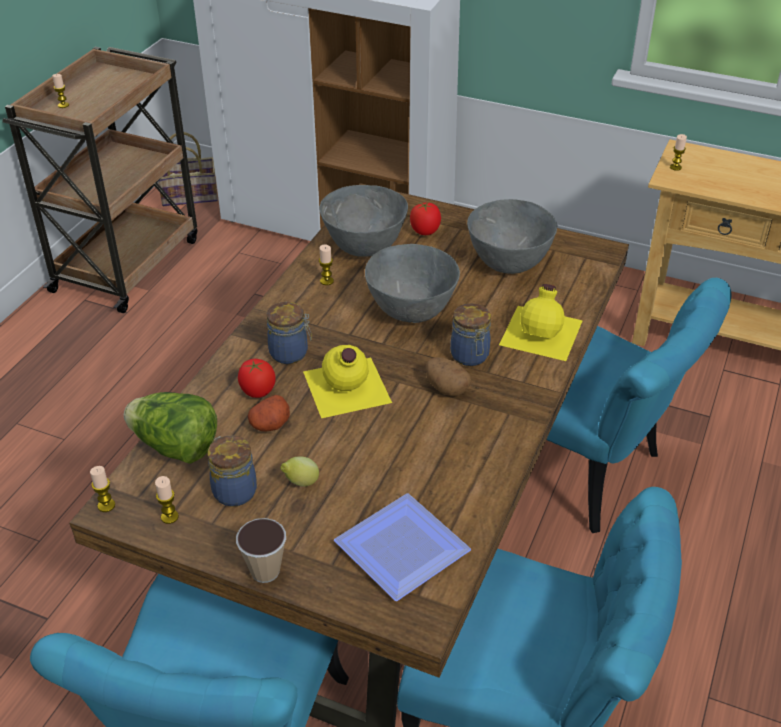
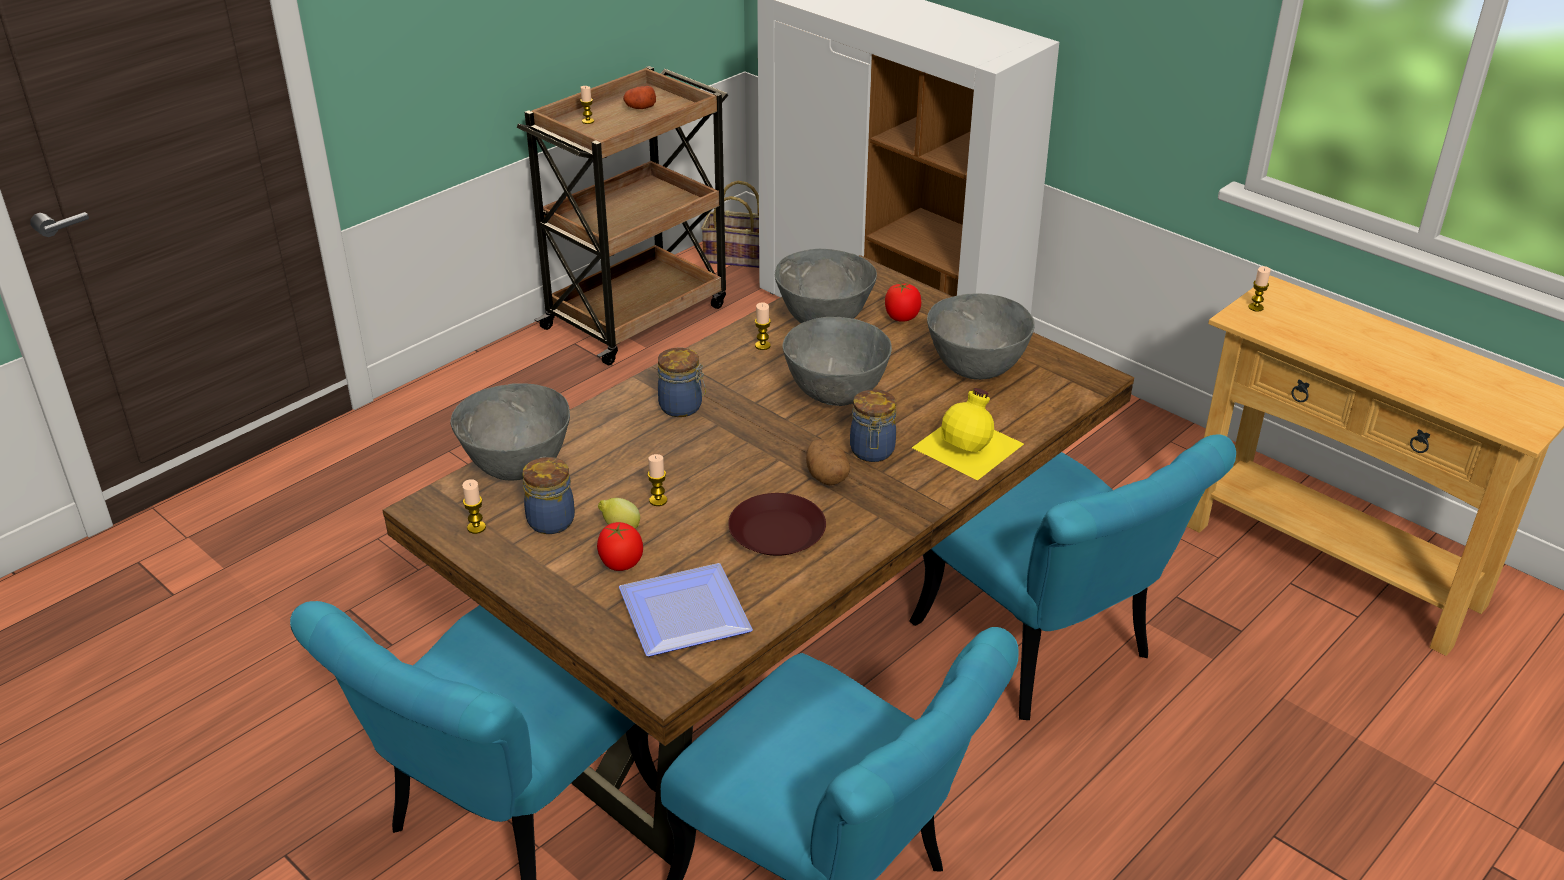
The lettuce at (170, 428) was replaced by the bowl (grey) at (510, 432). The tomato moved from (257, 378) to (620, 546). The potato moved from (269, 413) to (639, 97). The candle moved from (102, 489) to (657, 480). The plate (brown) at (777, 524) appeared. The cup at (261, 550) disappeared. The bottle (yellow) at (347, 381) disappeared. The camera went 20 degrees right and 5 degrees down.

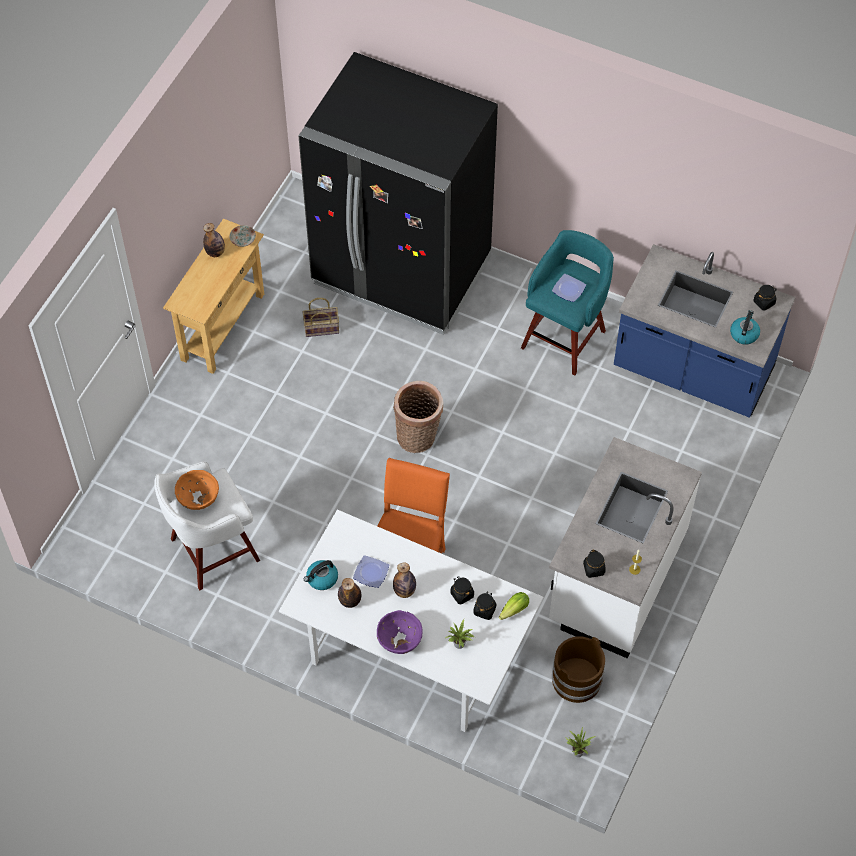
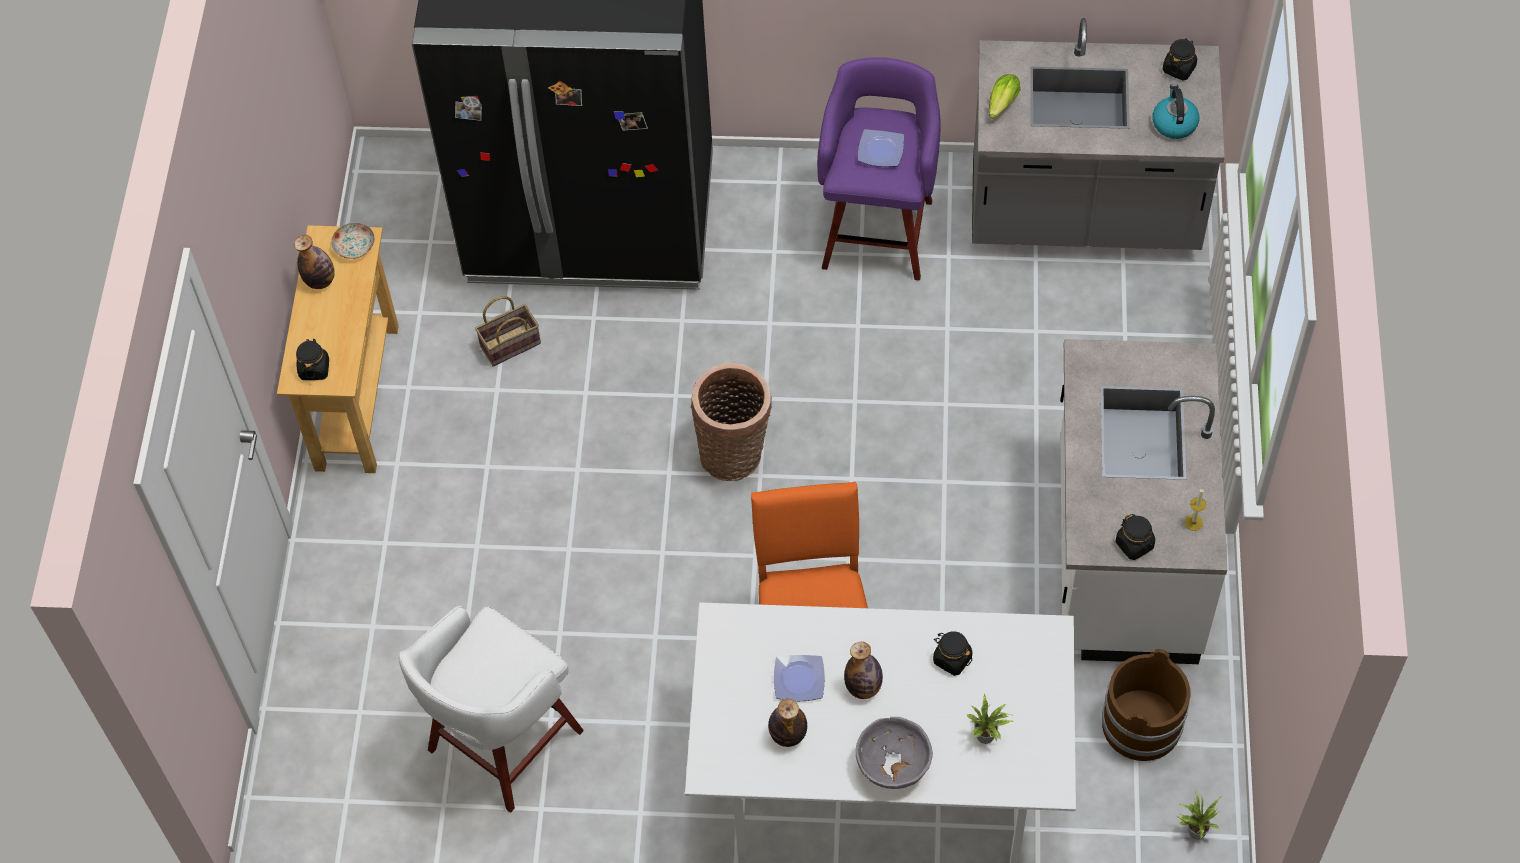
The jar (black) moved from (484, 605) to (312, 359). The stool (turquoise) at (567, 302) became the stool (purple) at (879, 168). The bowl (purple) at (400, 632) became the bowl (grey) at (894, 753). The counter (blue) at (705, 331) became the counter (grey) at (1098, 134). The lettuce moved from (514, 606) to (1004, 96). The bowl (orange) at (197, 490) disappeared. The kettle at (321, 575) disappeared. The camera went 20 degrees left and 0 degrees up.

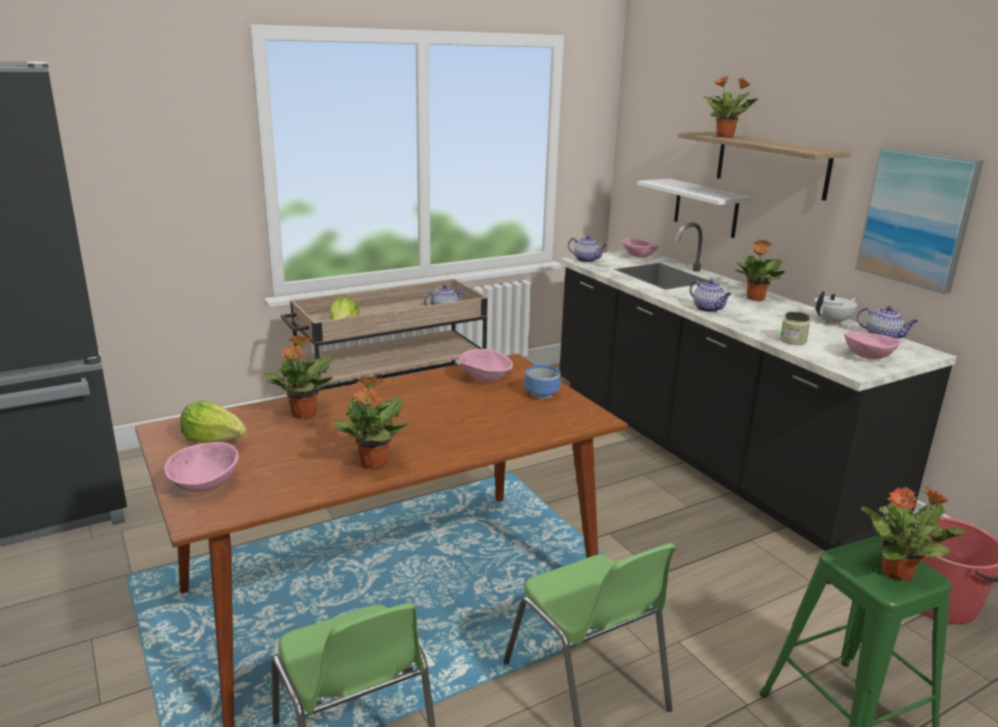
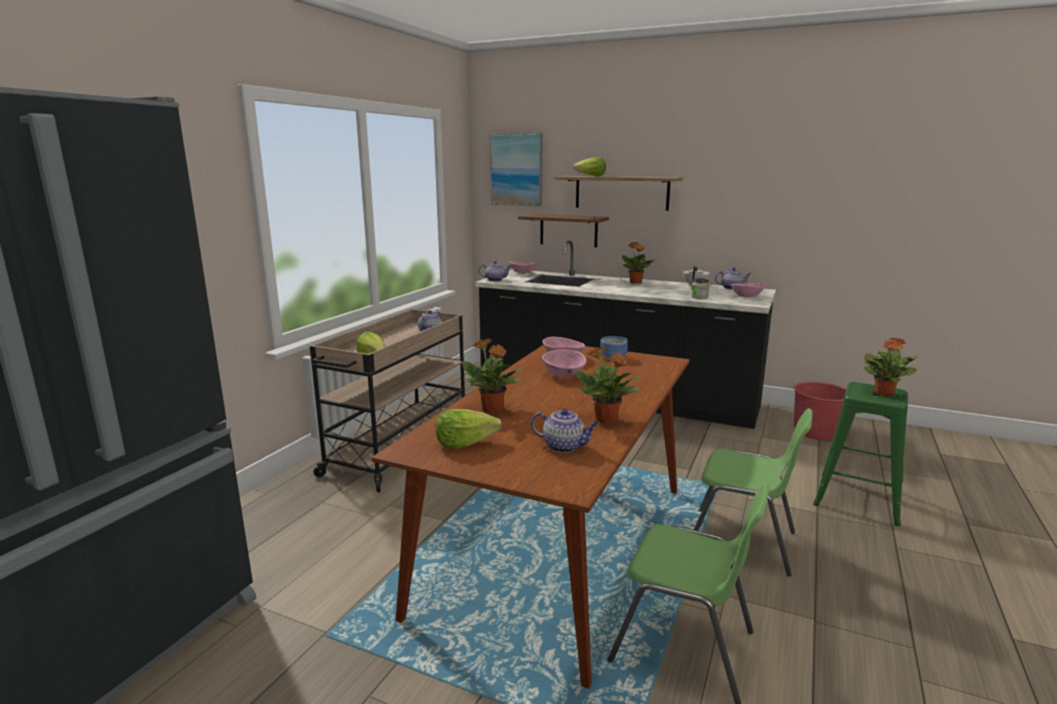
The picture moved from (919, 220) to (516, 169). The shelf (white) at (695, 208) became the shelf (brown) at (563, 231). The teapot moved from (710, 296) to (564, 430). The bowl (pink) moved from (201, 467) to (564, 363). The potted plant at (730, 107) was replaced by the lettuce at (589, 166). The camera went 35 degrees left and 5 degrees down.

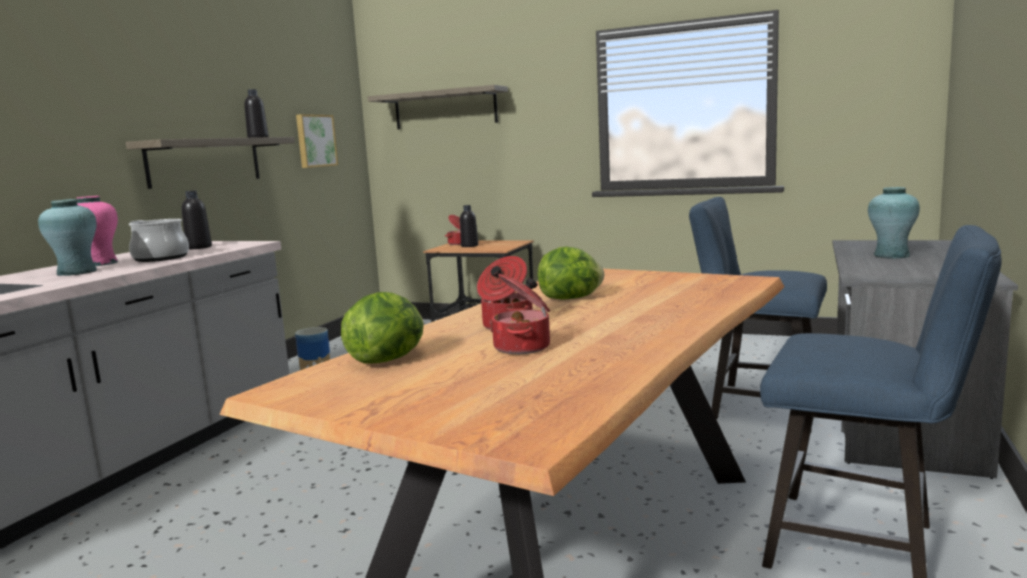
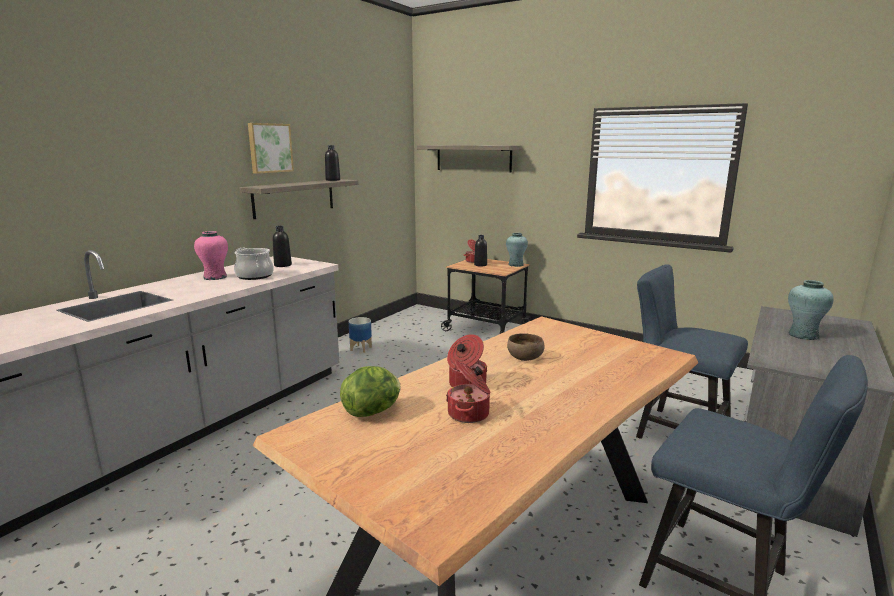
The picture moved from (317, 141) to (271, 148). The vase (turquoise) moved from (67, 237) to (517, 250). The lettuce at (571, 273) was replaced by the bowl (brown) at (526, 347). The camera went 10 degrees right and 5 degrees up.

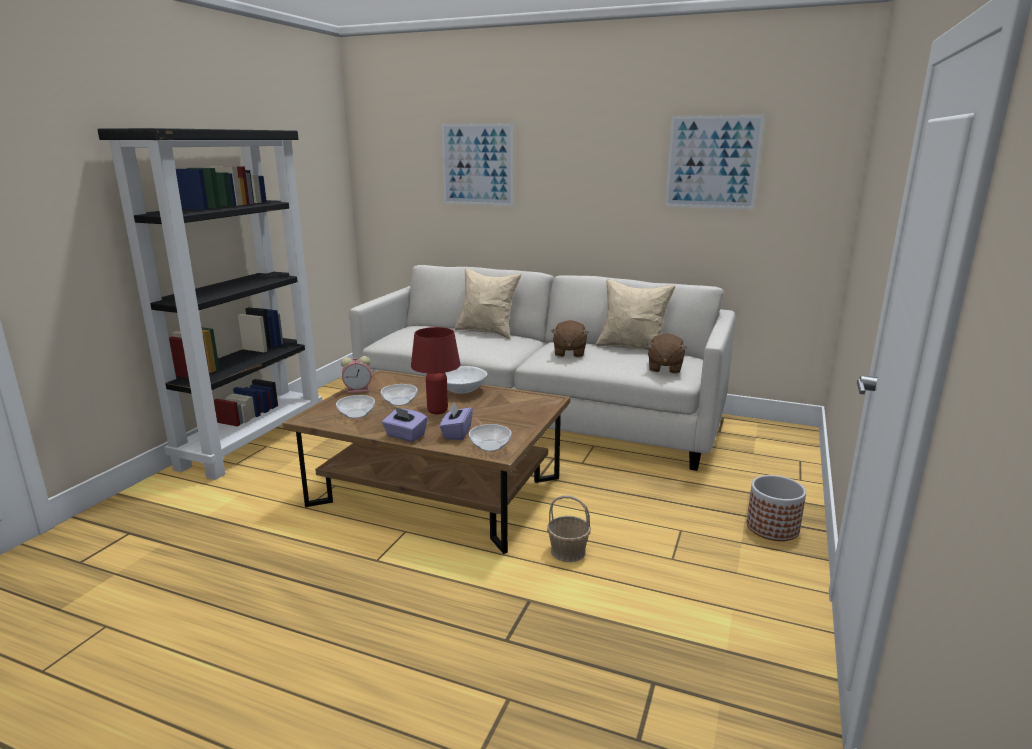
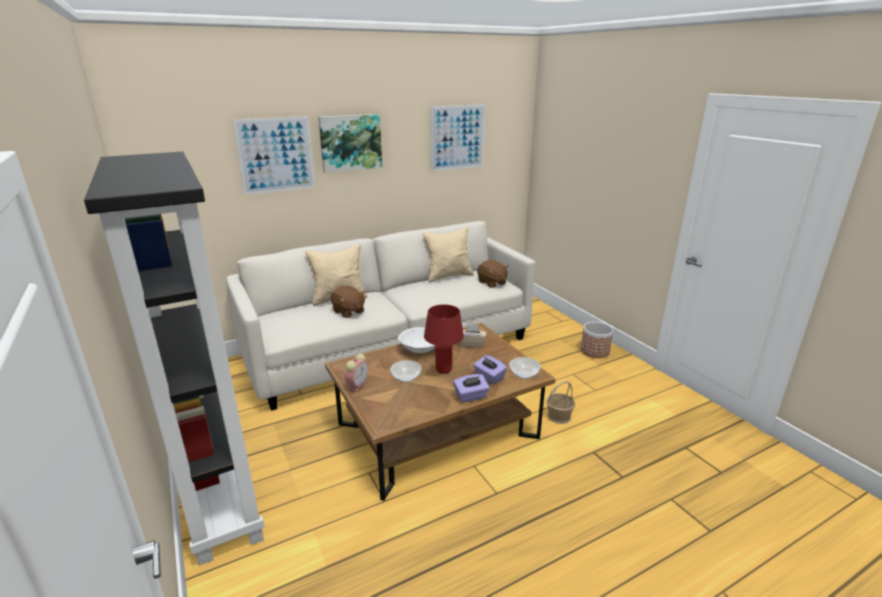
The picture at (350, 143) appeared. The plush toy (brown) moved from (569, 338) to (347, 302). The tissue box (beige) at (473, 336) appeared. The bowl at (355, 407) disappeared. The camera went 50 degrees left and 5 degrees up.

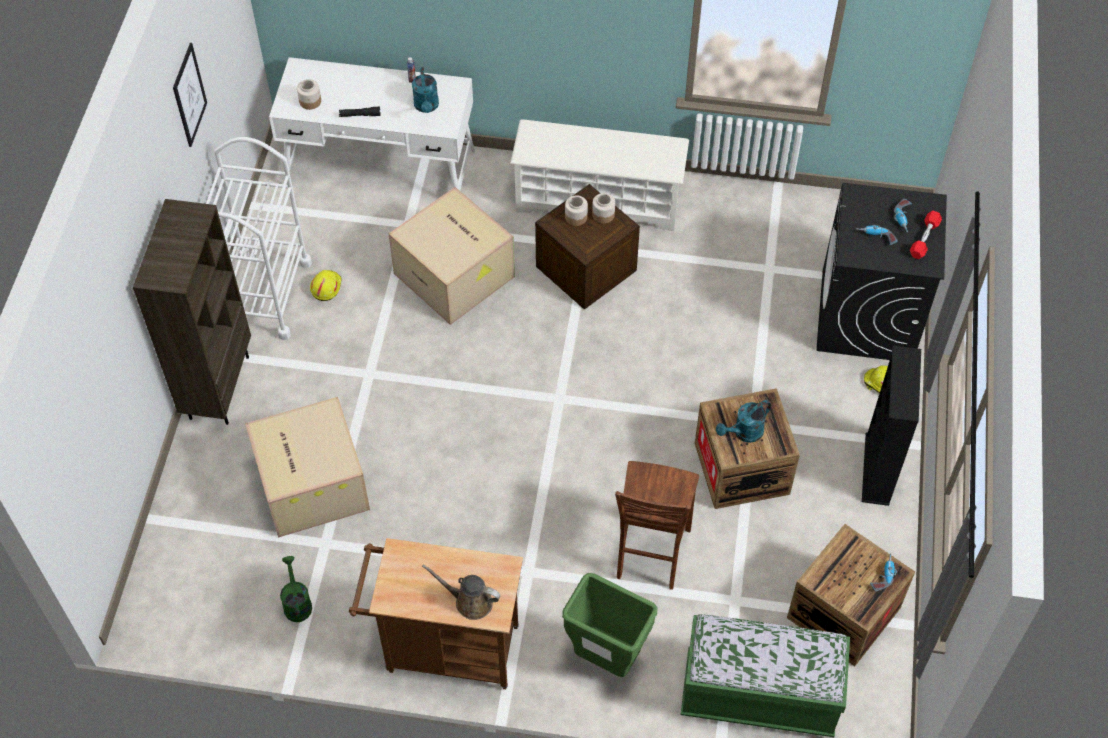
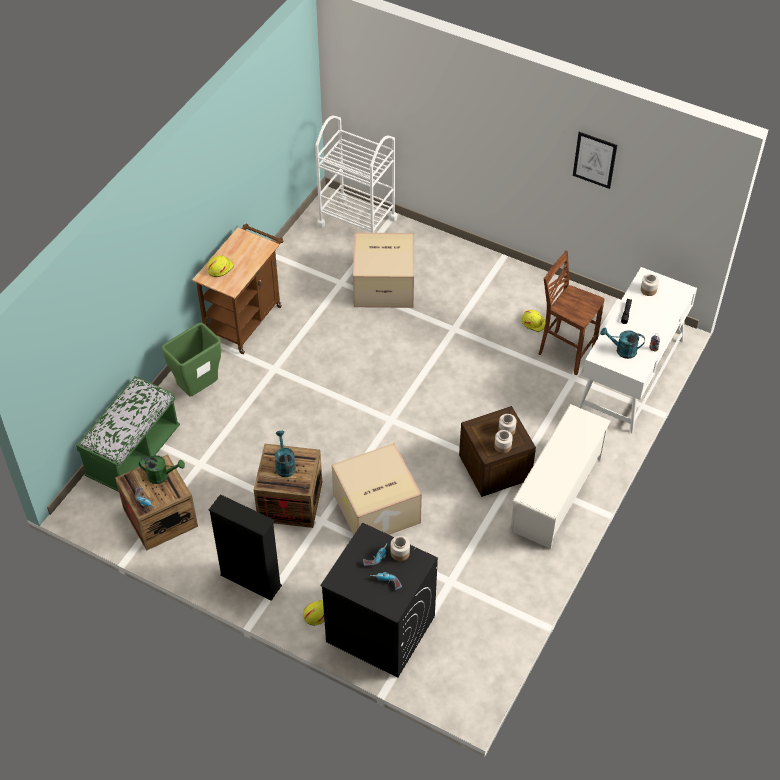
The watering can (green) moved from (296, 589) to (162, 469). The watering can (brown) at (461, 592) was replaced by the hard hat (yellow) at (220, 266). The cart (white) moved from (259, 238) to (356, 174). The cardboard box moved from (452, 256) to (377, 489). The jar at (400, 548) appeared. The stool (brown) moved from (657, 525) to (571, 312). The bookcase (brown) at (192, 312) disappeared. The dumbbell (red) at (926, 234) disappeared. The camera went 110 degrees right and 5 degrees down.

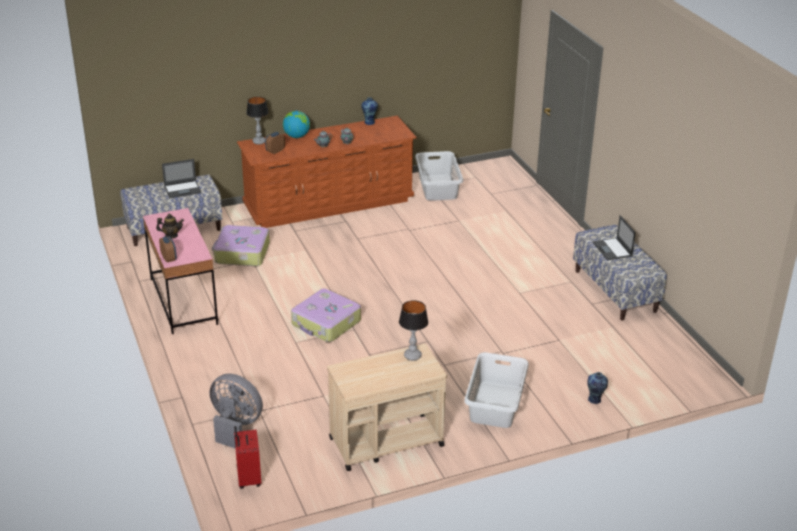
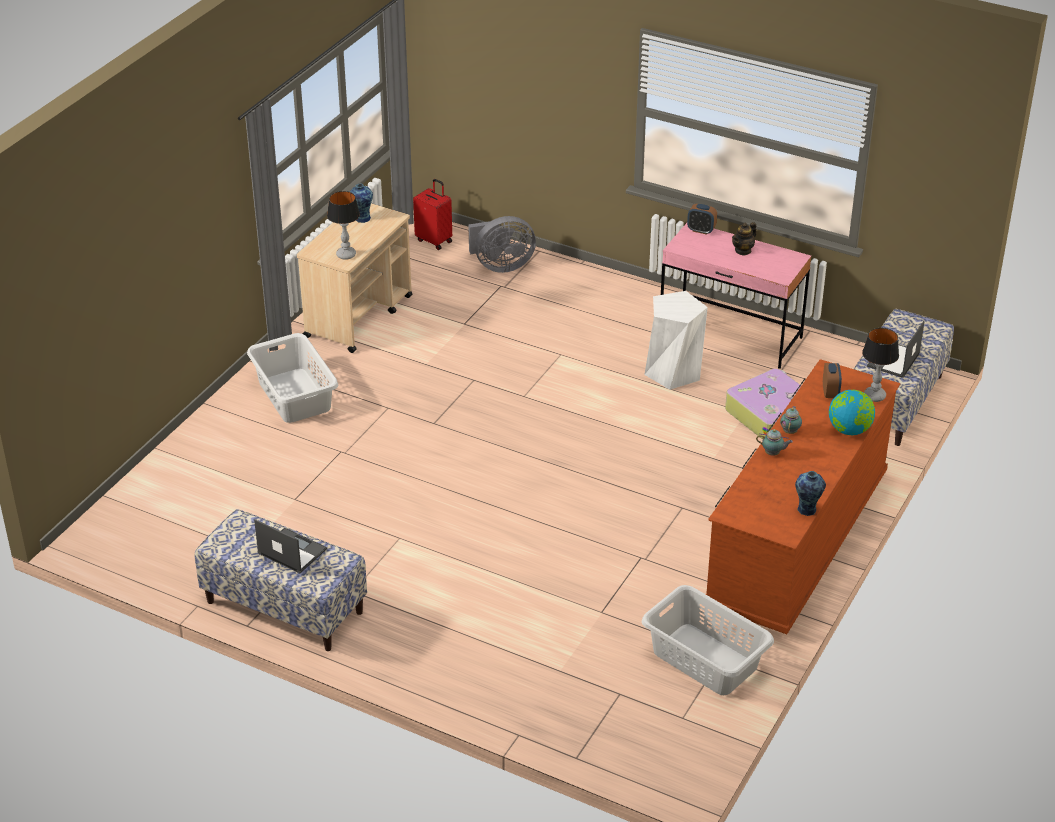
The vase moved from (597, 388) to (361, 203). The stool (white) at (676, 340) appeared. The suitcase at (326, 315) disappeared. The camera went 140 degrees right and 5 degrees up.

